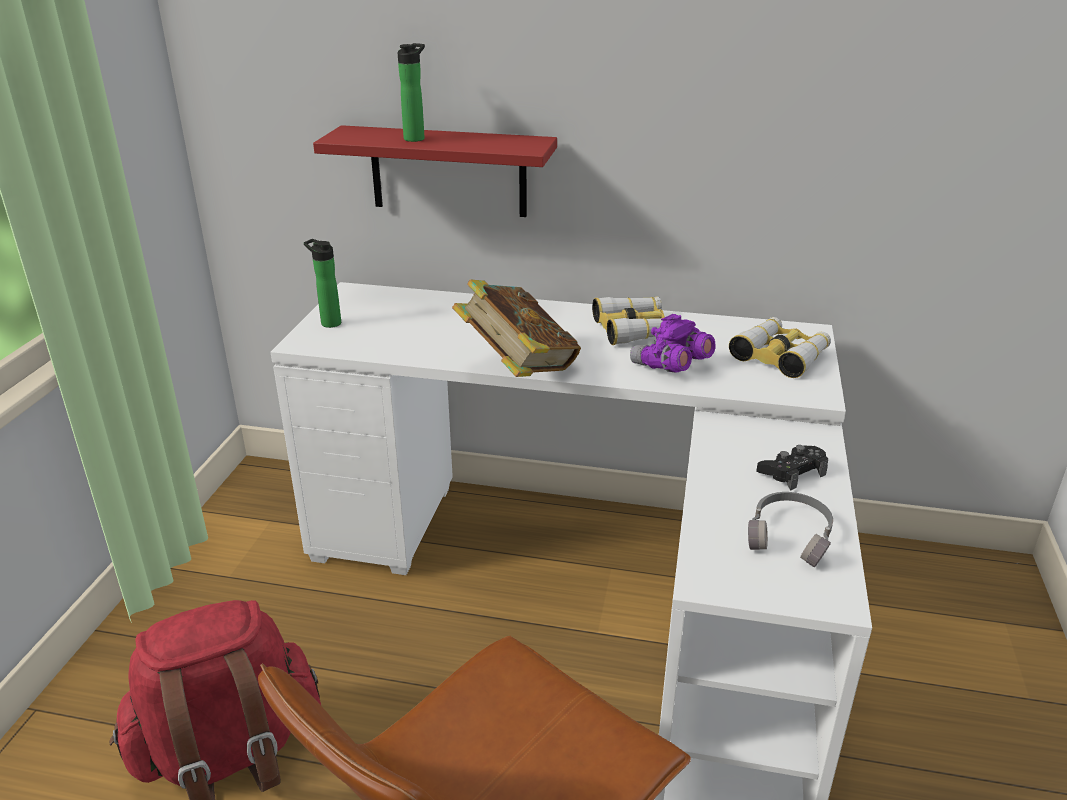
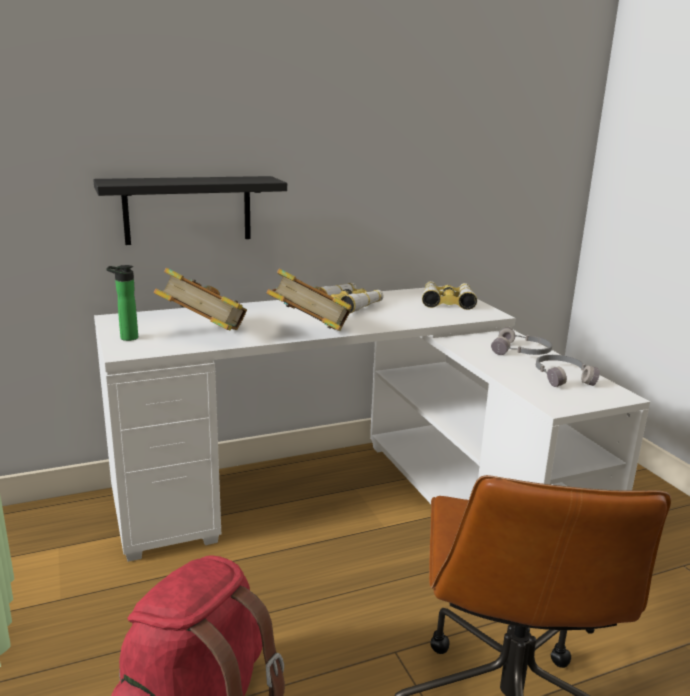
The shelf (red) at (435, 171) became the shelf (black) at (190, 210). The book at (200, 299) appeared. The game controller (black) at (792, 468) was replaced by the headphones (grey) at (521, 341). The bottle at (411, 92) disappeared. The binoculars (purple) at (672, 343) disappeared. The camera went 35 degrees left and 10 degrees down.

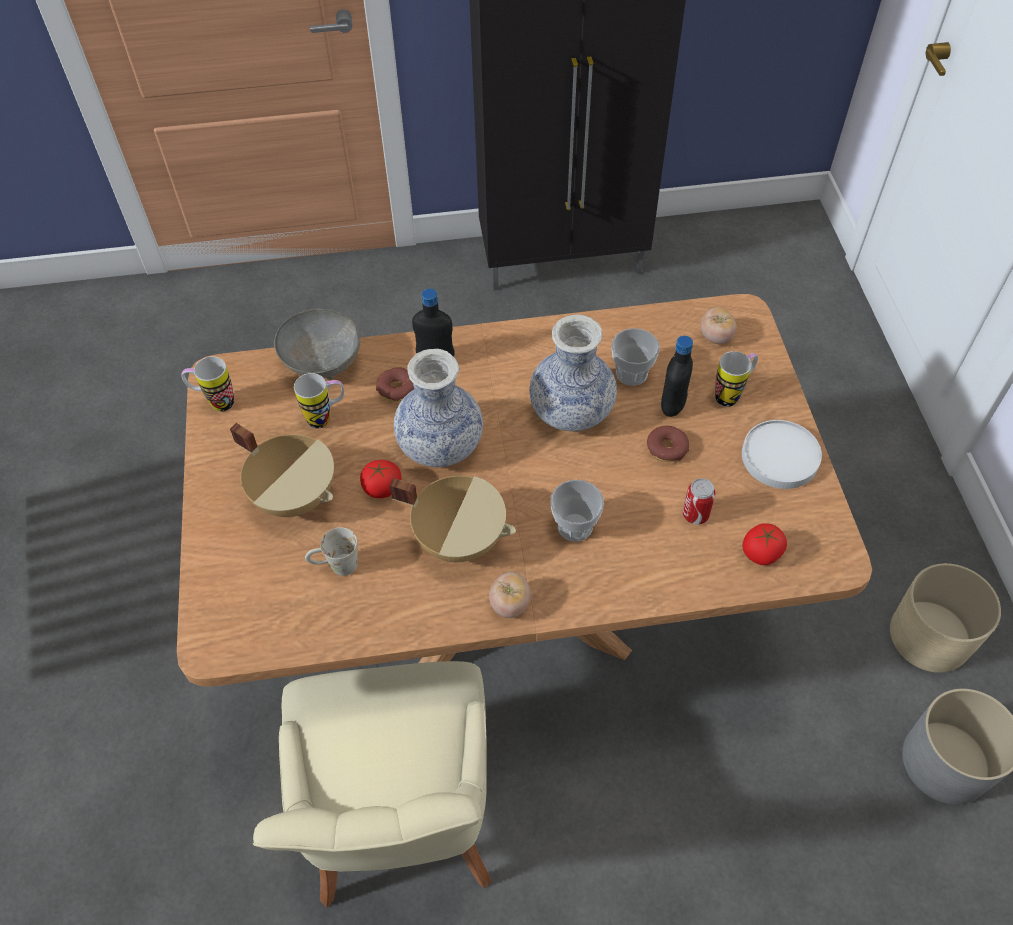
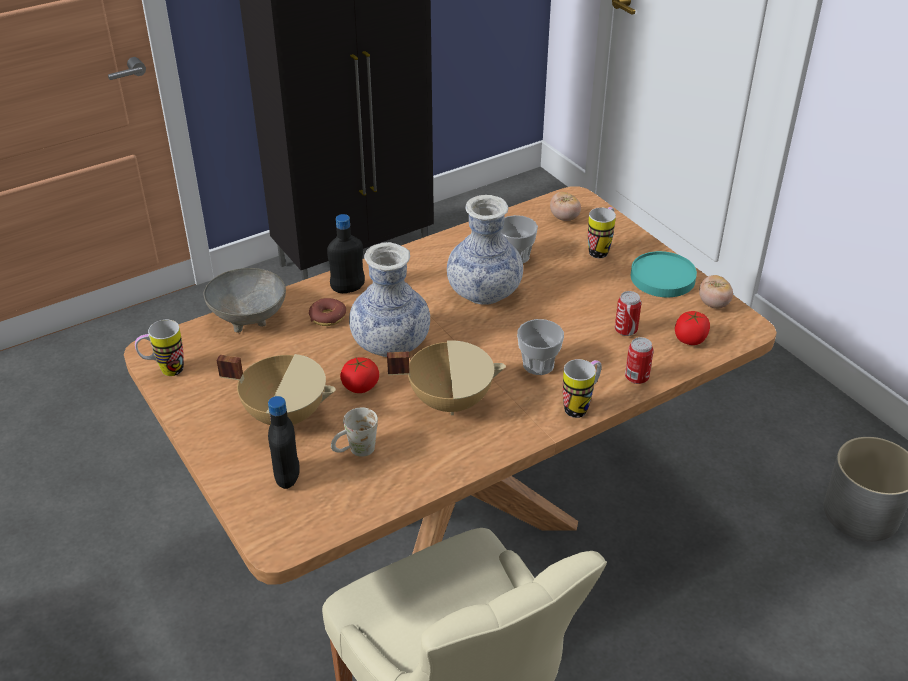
The bottle (black) moved from (677, 376) to (284, 442). The mug moved from (319, 401) to (582, 388). The can at (639, 360) appeared. The plate (white) at (782, 454) became the plate (turquoise) at (664, 274). The tomato moved from (510, 595) to (716, 292). The donut at (668, 444) disappeared. The planter (beige) at (945, 618) disappeared. The camera went 25 degrees left and 15 degrees down.

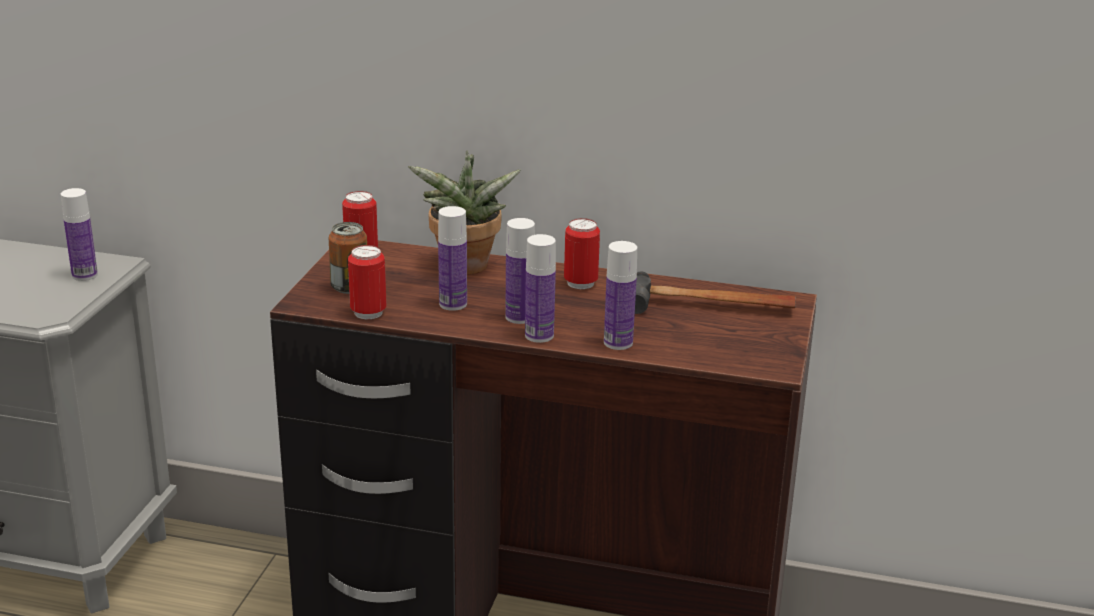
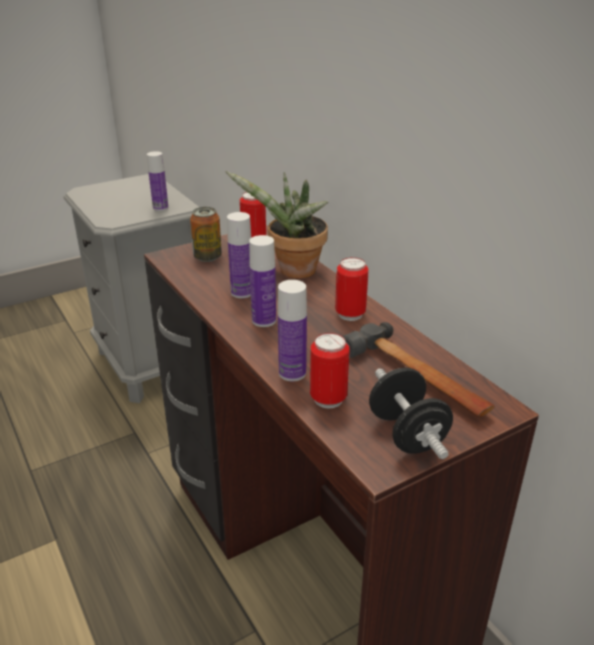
The can moved from (367, 282) to (330, 370). The dumbbell (black) at (411, 413) appeared. The bottle at (540, 288) disappeared. The camera went 45 degrees right and 5 degrees up.

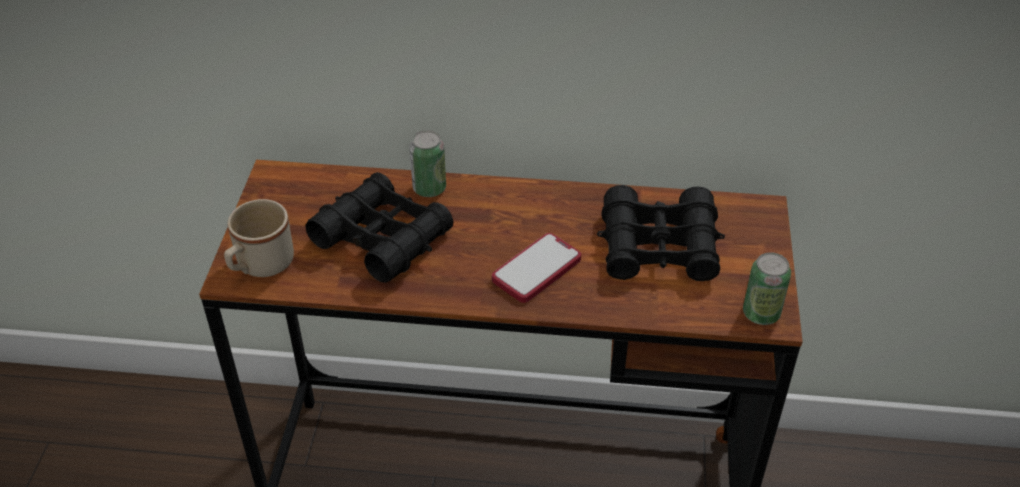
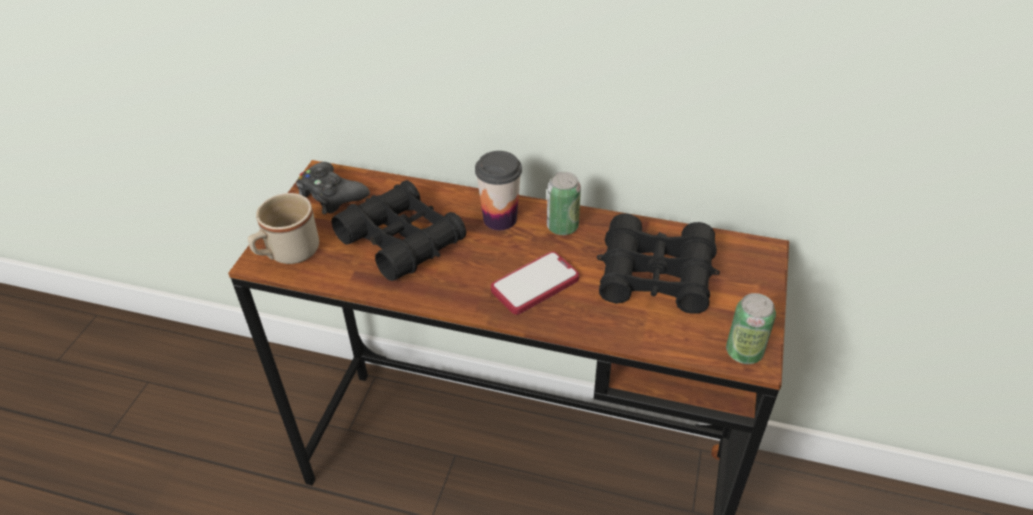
The game controller (black) at (333, 188) appeared. The cup at (498, 190) appeared. The can moved from (427, 163) to (564, 203). The camera went 10 degrees right and 0 degrees up.

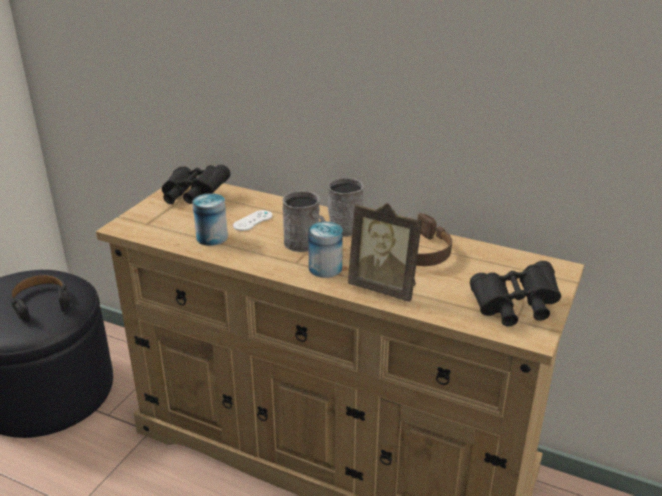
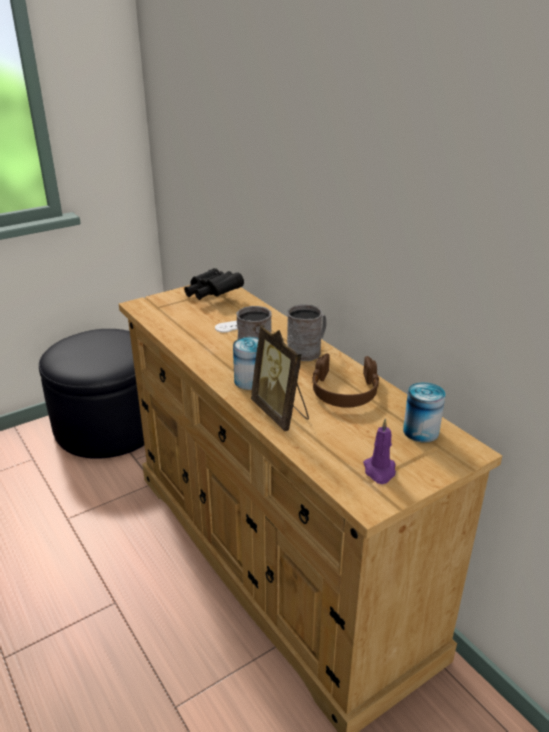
The binoculars (black) at (515, 294) was replaced by the candle (purple) at (379, 451). The can moved from (210, 219) to (424, 412). The headphones (black) at (40, 298) disappeared. The camera went 30 degrees right and 0 degrees up.

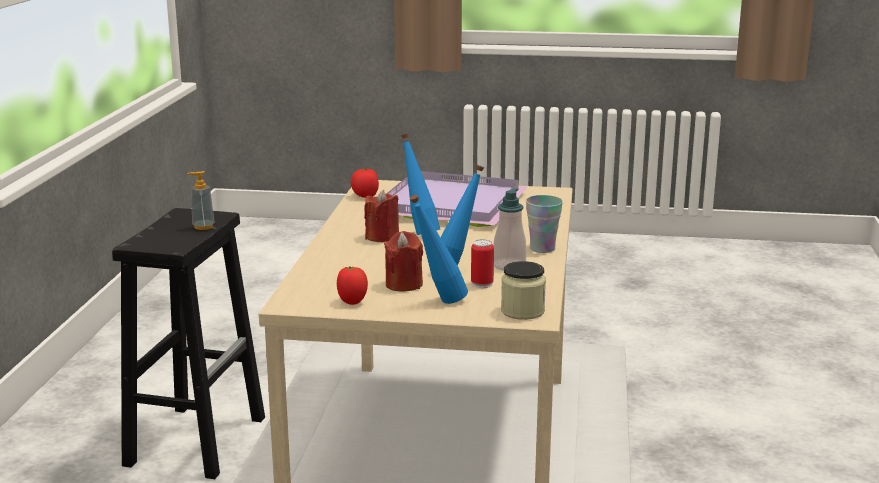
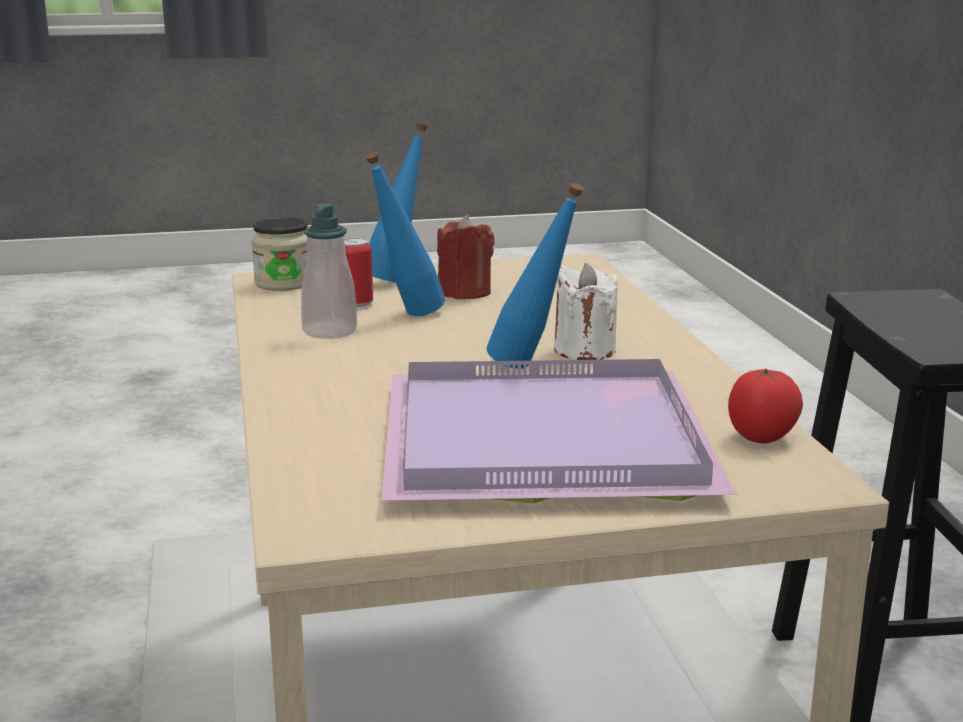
The candle (red) at (381, 216) became the candle (white) at (586, 311). The soap dispenser at (201, 200) disappeared. The tomato at (352, 285) disappeared. The cup at (544, 224) disappeared. The camera went 160 degrees right and 0 degrees up.

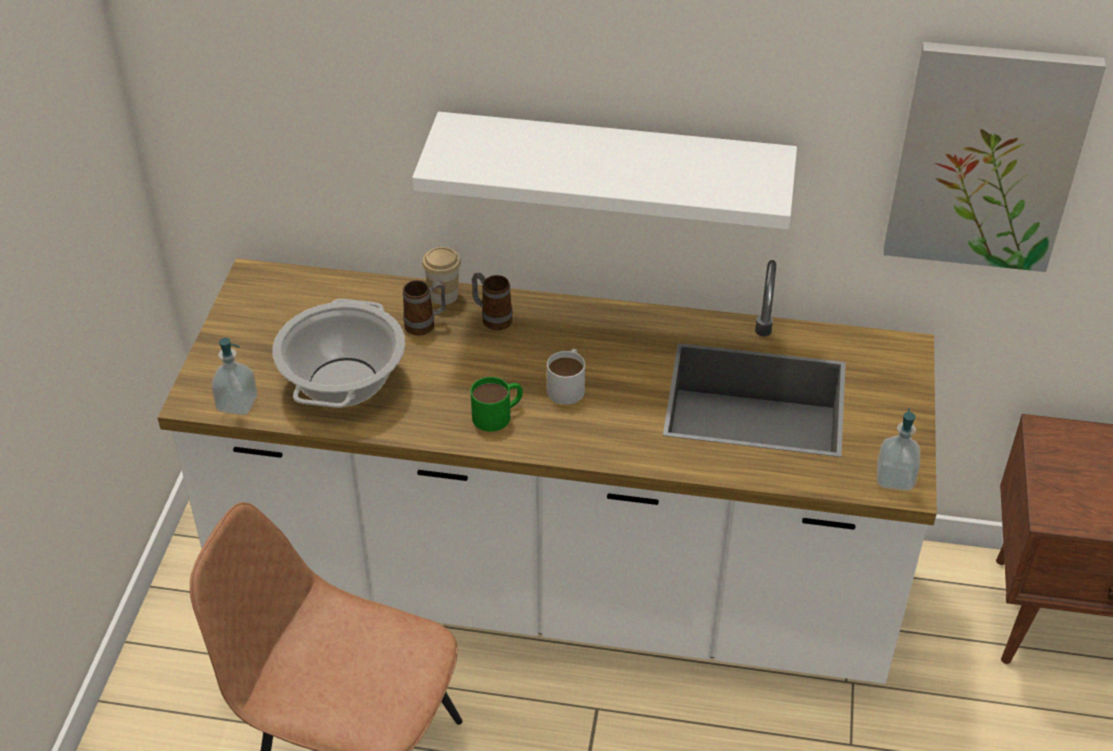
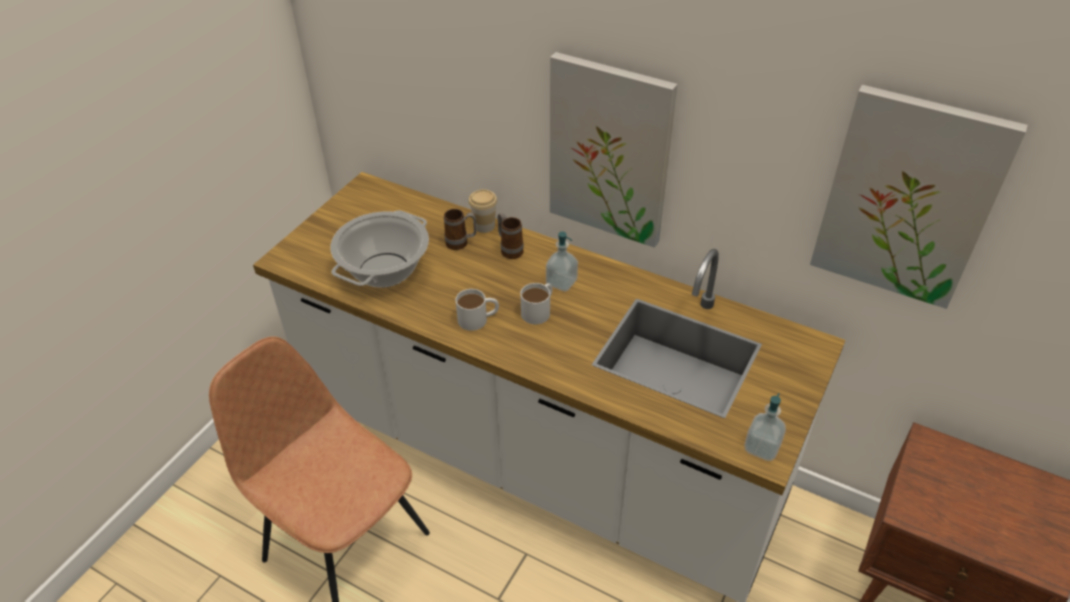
The mug (green) at (497, 404) became the mug (white) at (477, 310). The soap dispenser moved from (234, 376) to (562, 262). The shelf (white) at (604, 171) was replaced by the picture at (614, 150). The camera went 20 degrees right and 0 degrees up.

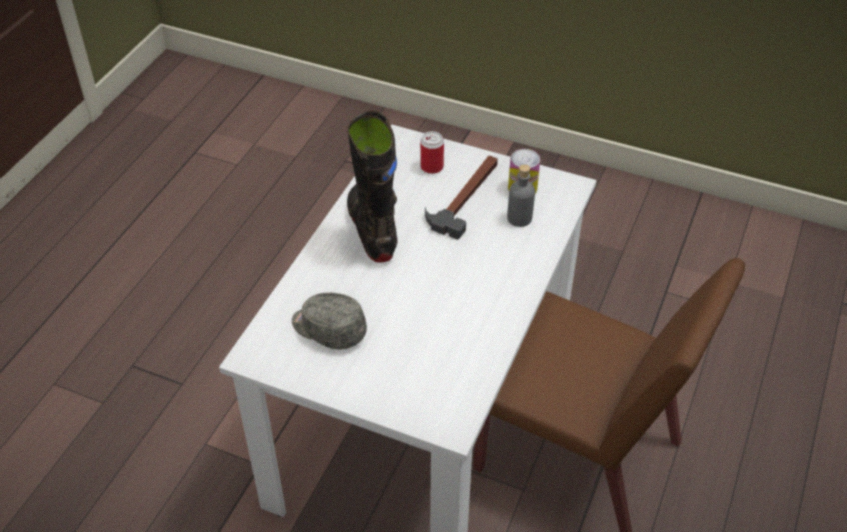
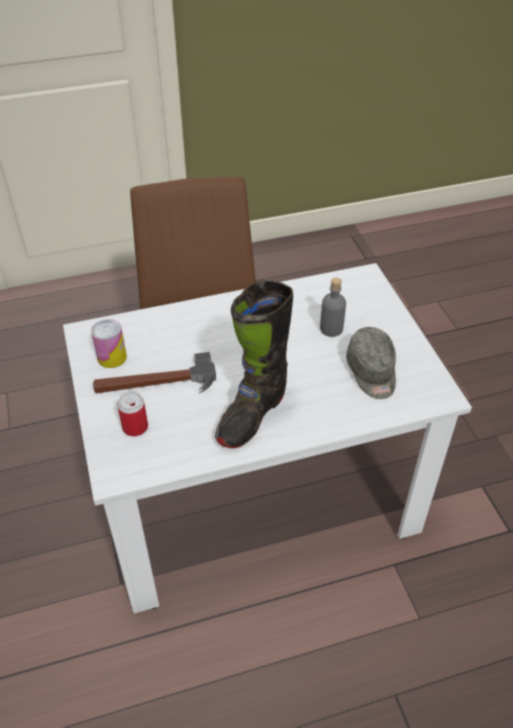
The bottle (grey) moved from (521, 195) to (333, 307). The camera went 130 degrees left and 0 degrees up.

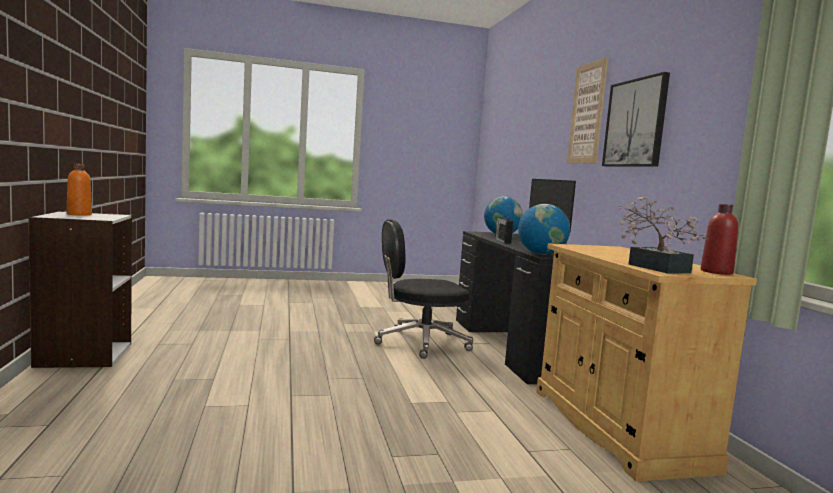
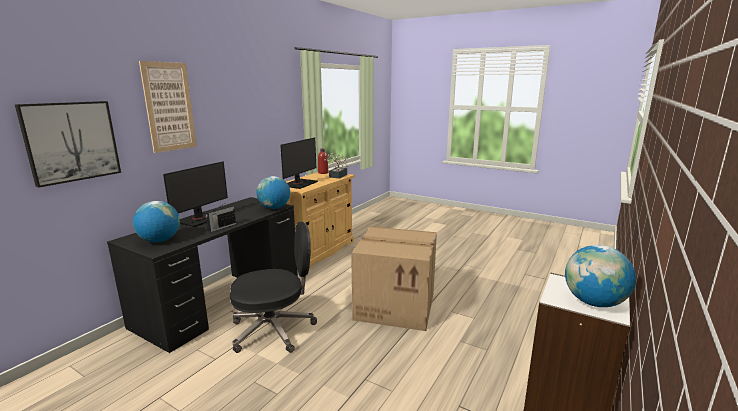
The picture moved from (636, 119) to (68, 144). The office chair (black) at (423, 289) turned 45 degrees counterclockwise. The monitor at (299, 163) appeared. The cardboard box at (394, 279) appeared. The bottle (orange) at (79, 190) was replaced by the globe at (600, 276). The camera went 135 degrees left and 10 degrees up.

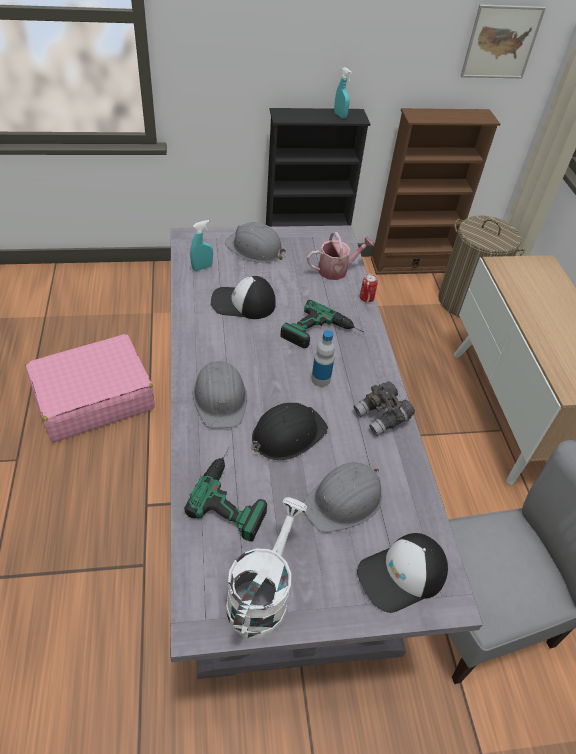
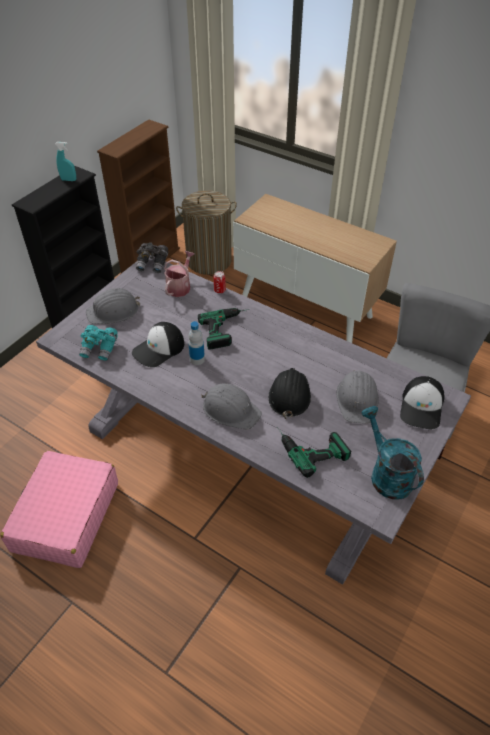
The spray bottle (turquoise) at (201, 245) was replaced by the binoculars (turquoise) at (98, 343). The binoculars (grey) moved from (384, 408) to (152, 257). The bottle moved from (323, 358) to (196, 343). The watering can (white) at (266, 567) became the watering can (turquoise) at (392, 453). The picture at (503, 41) disappeared. The camera went 45 degrees left and 0 degrees up.

